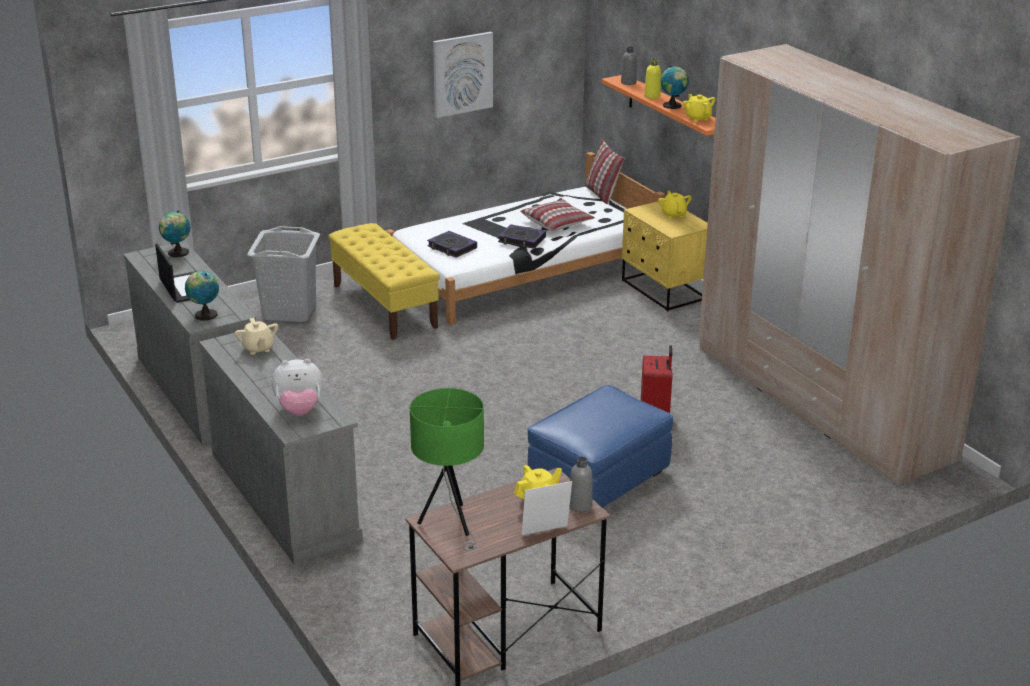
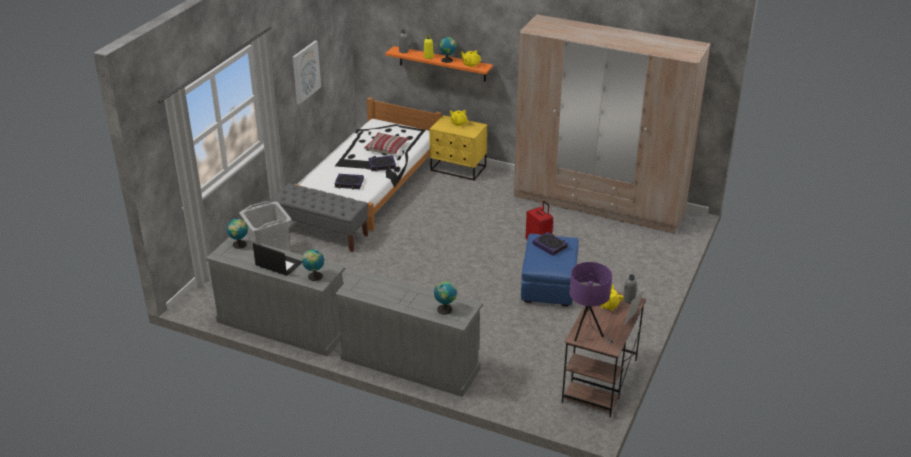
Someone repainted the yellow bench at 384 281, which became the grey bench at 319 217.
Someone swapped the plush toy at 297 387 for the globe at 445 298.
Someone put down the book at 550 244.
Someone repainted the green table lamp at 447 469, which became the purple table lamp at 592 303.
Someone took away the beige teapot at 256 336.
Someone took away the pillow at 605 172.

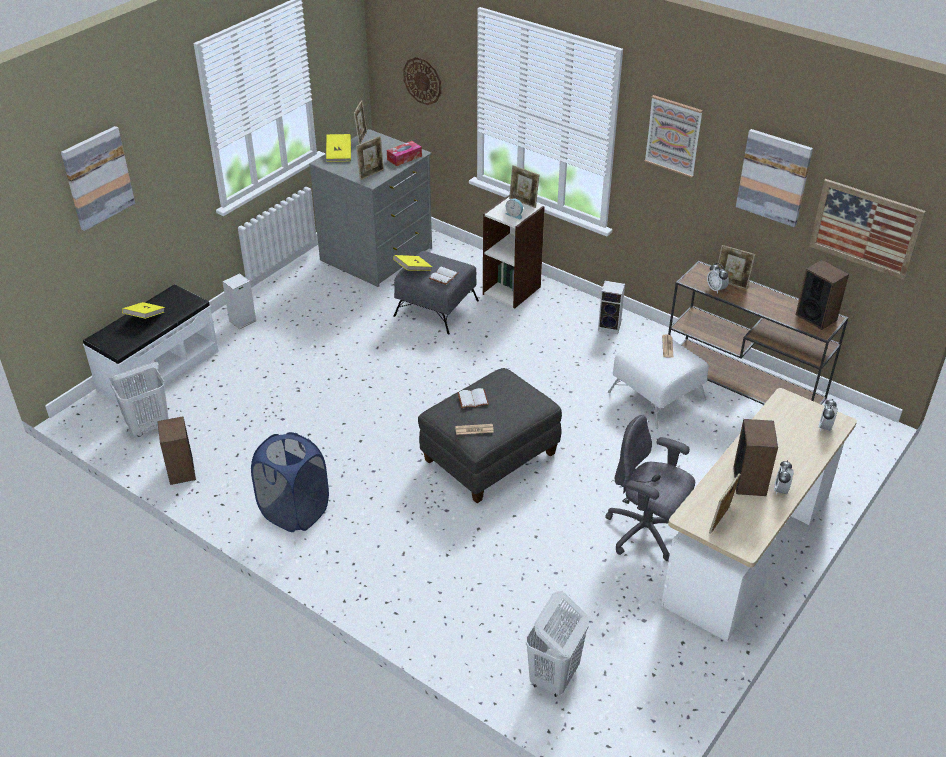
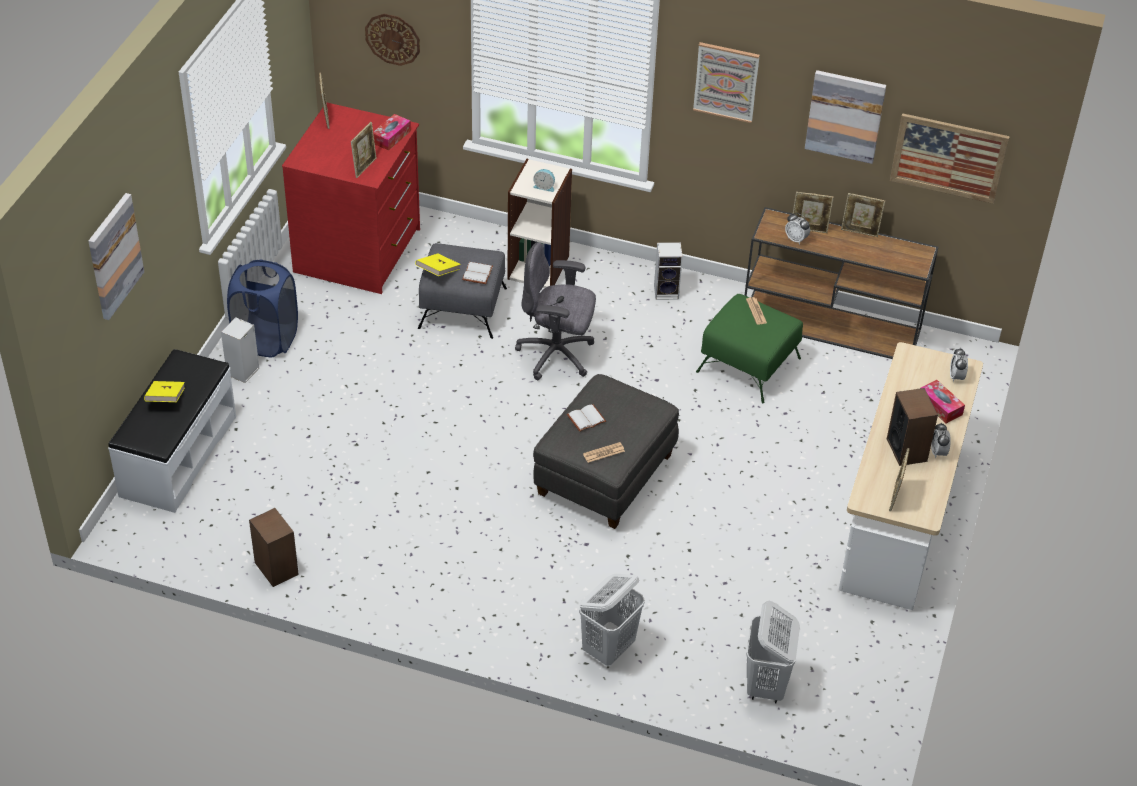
Someone carried the blue laundry basket from 290 482 to 262 308.
Someone repainted the grey dresser at 370 208, which became the red dresser at 351 198.
Someone carried the grey office chair from 650 488 to 555 311.
Someone carried the white laundry basket from 139 399 to 612 620.
Someone repainted the white ottoman at 658 380, which became the green ottoman at 749 348.
Someone carried the picture frame from 524 186 to 863 215.
Someone put down the tissue box at 943 401.
Someone took away the yellow book at 338 148.
Someone took away the speaker at 822 295.

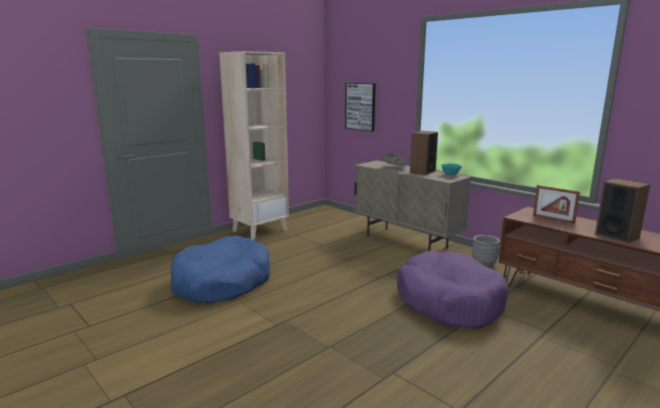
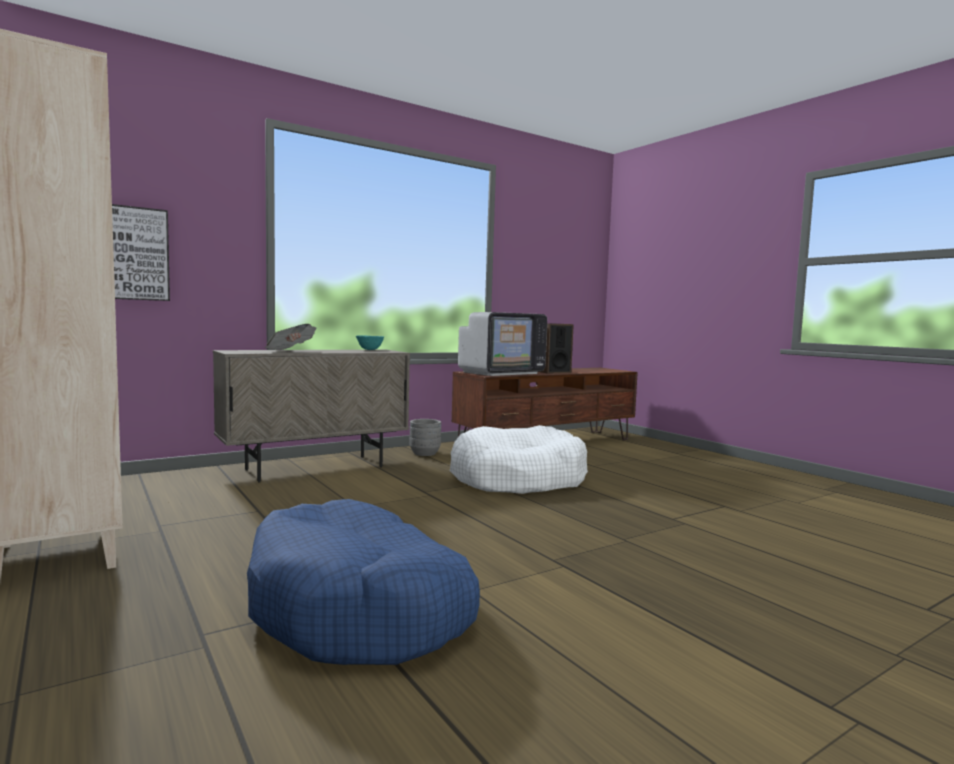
Someone repainted the purple dog bed at 453 290, which became the white dog bed at 519 459.
Someone swapped the picture frame at 556 204 for the television at 502 344.
Someone took away the speaker at 424 153.

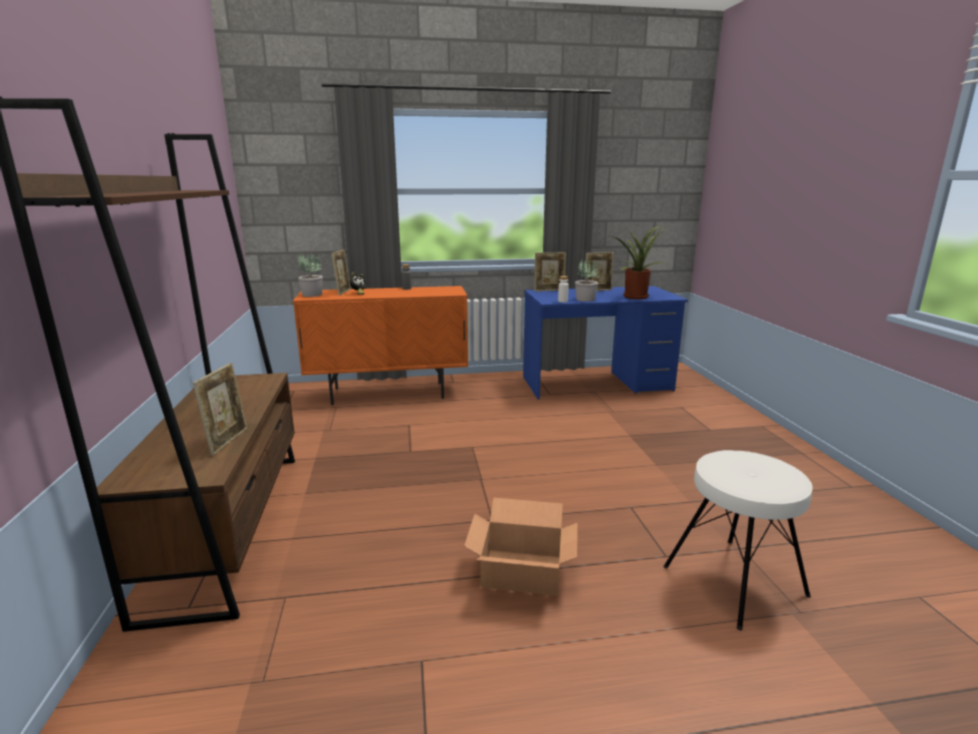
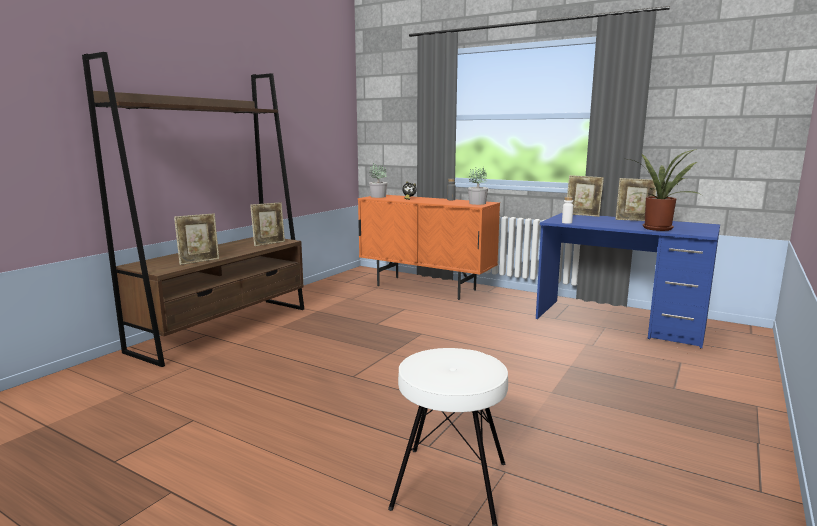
Someone carried the picture frame from 341 273 to 267 224.
Someone carried the potted plant from 586 279 to 478 186.
Someone took away the cardboard box at 521 547.

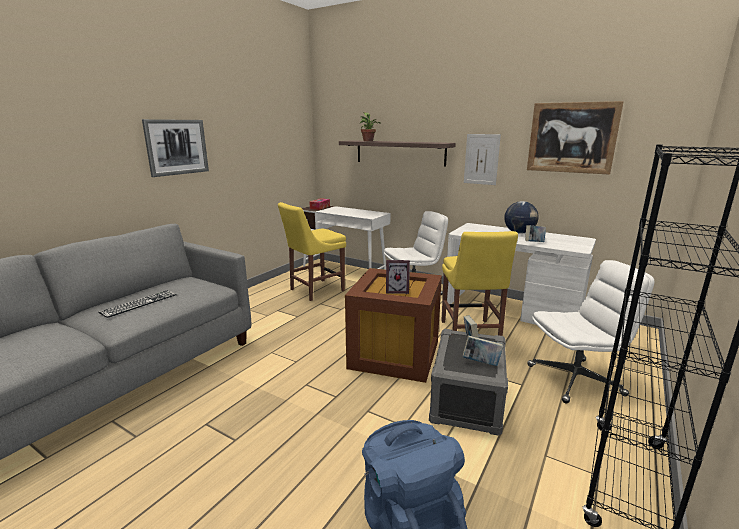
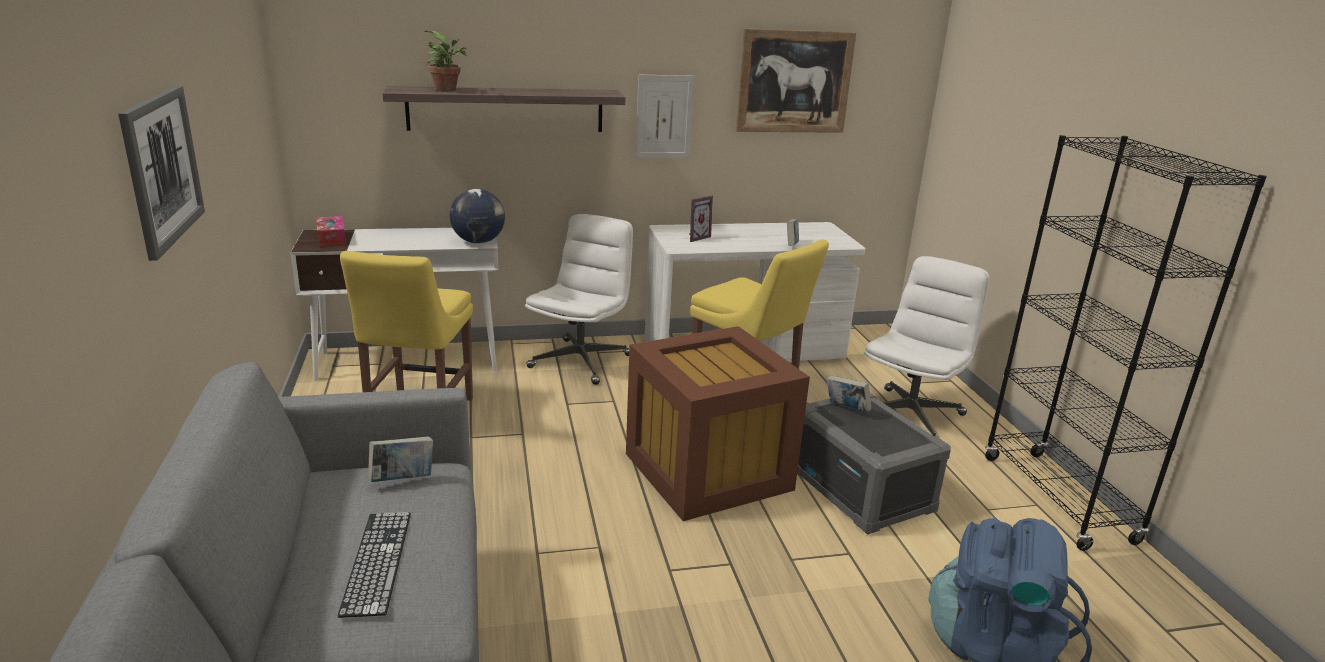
Someone carried the book from 483 350 to 400 459.
Someone carried the globe from 521 217 to 477 216.
Someone carried the picture frame from 398 277 to 701 218.

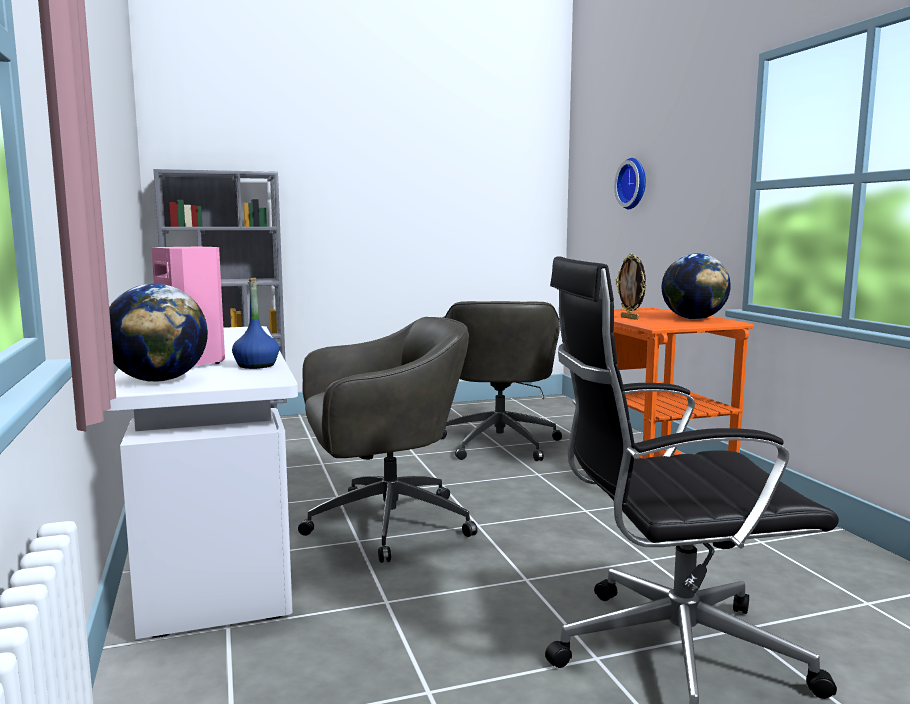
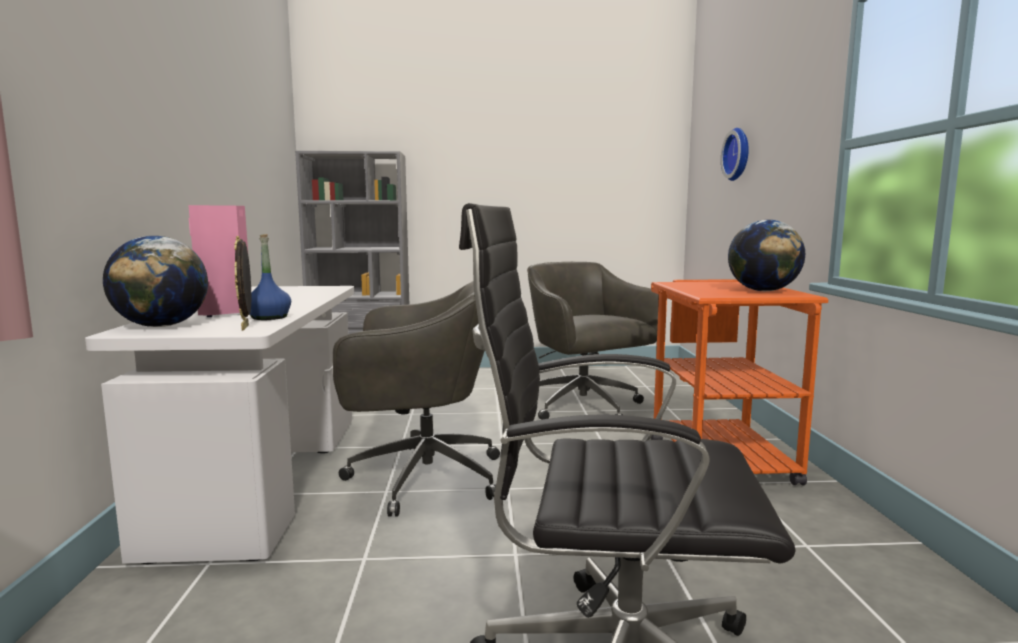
Someone carried the picture frame from 631 286 to 242 283.
Someone rotated the grey office chair at 501 381 by 135 degrees clockwise.

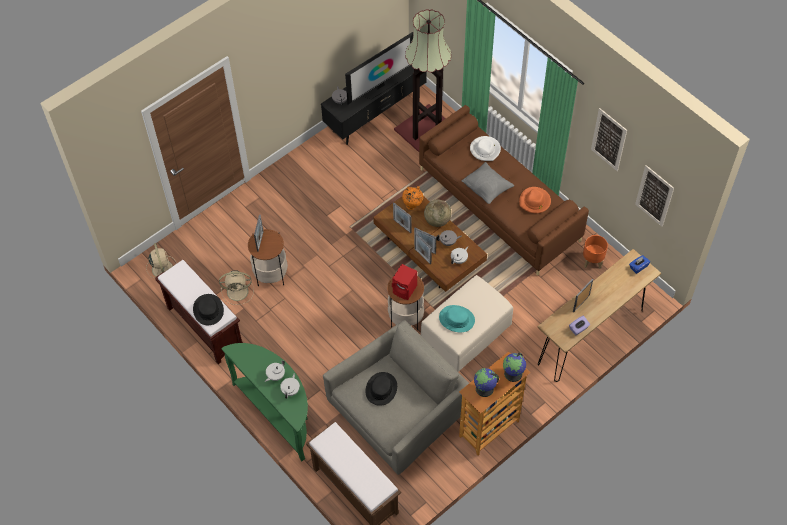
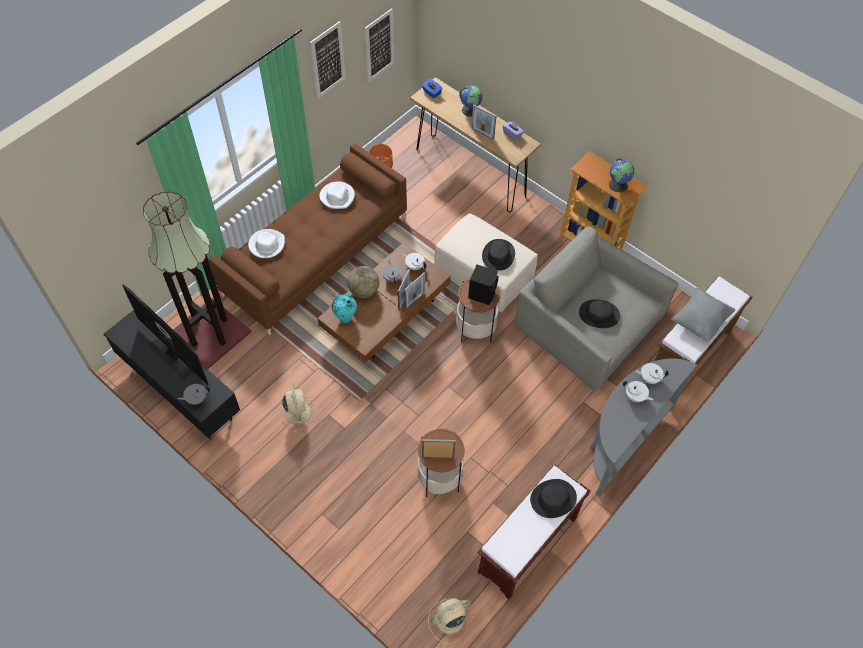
Someone carried the beige fan from 236 287 to 297 407.
Someone repainted the orange hat at 535 200, which became the white hat at 337 195.
Someone repainted the orange vase at 412 198, which became the turquoise vase at 344 308.
Someone carried the globe from 514 367 to 470 101.
Someone repainted the red speaker at 404 282, which became the black speaker at 483 285.
Someone repainted the turquoise hat at 457 318, which became the black hat at 498 255.
Someone repainted the green console table at 264 402, which became the grey console table at 643 427.
Someone carried the grey pillow from 487 183 to 703 314.
Someone took away the picture frame at 402 218.

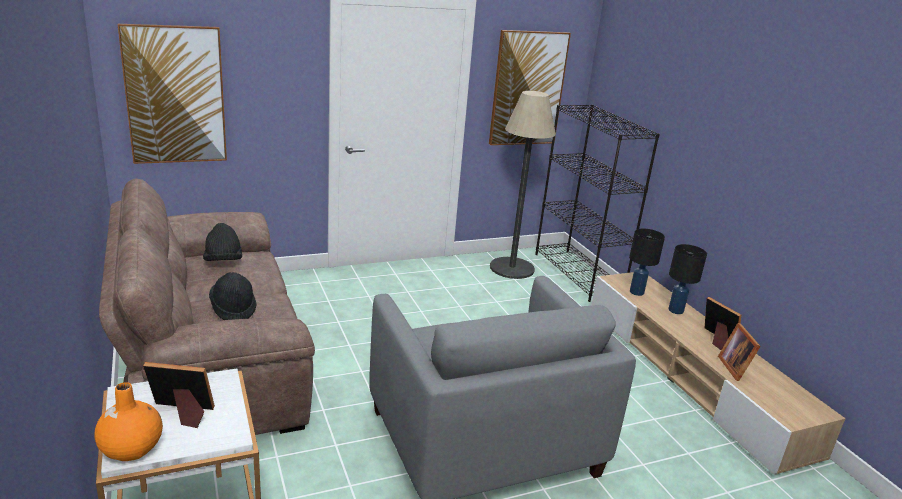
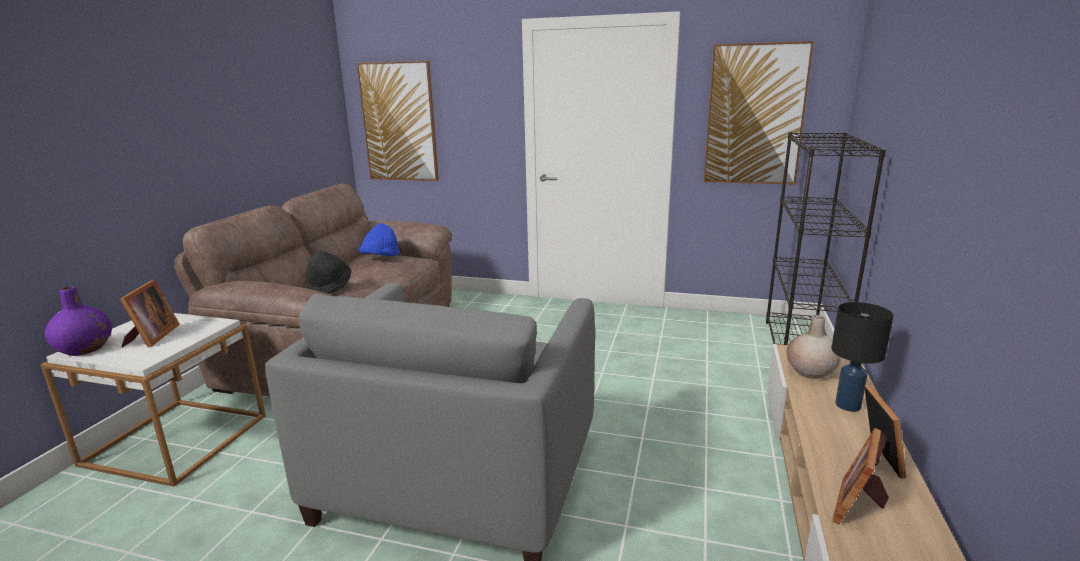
Someone repainted the orange vase at 128 421, which became the purple vase at 78 321.
Someone rotated the picture frame at 179 395 by 45 degrees clockwise.
Someone repainted the black hat at 222 242, which became the blue hat at 379 239.
Someone swapped the black table lamp at 647 262 for the beige vase at 814 347.
Someone took away the floor lamp at 523 185.

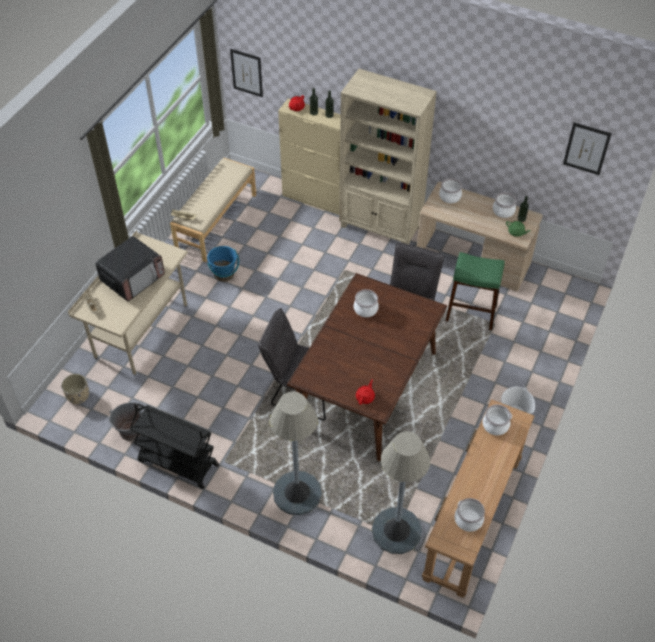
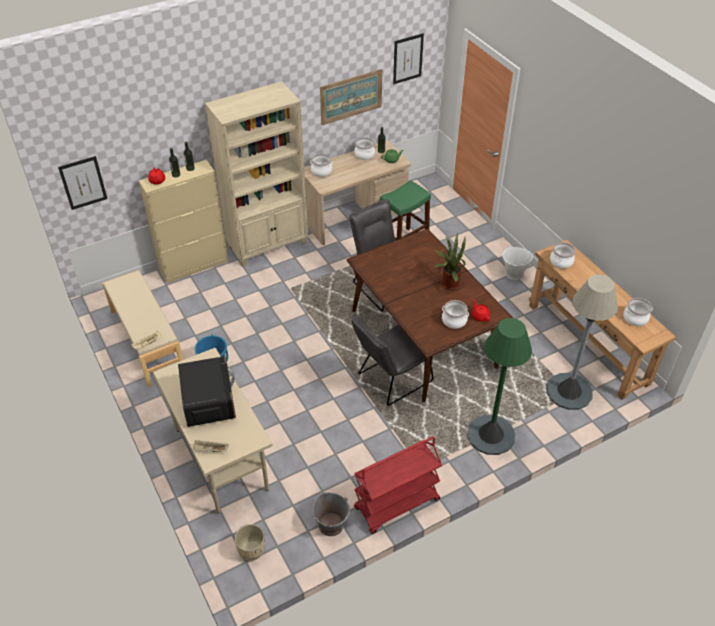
Someone put up the picture at 351 97.
Someone repainted the black cart at 174 446, which became the red cart at 398 485.
Someone put down the potted plant at 450 261.
Someone carried the cooking pot from 366 303 to 455 314.
Someone repainted the grey floor lamp at 296 453, which became the green floor lamp at 499 386.

